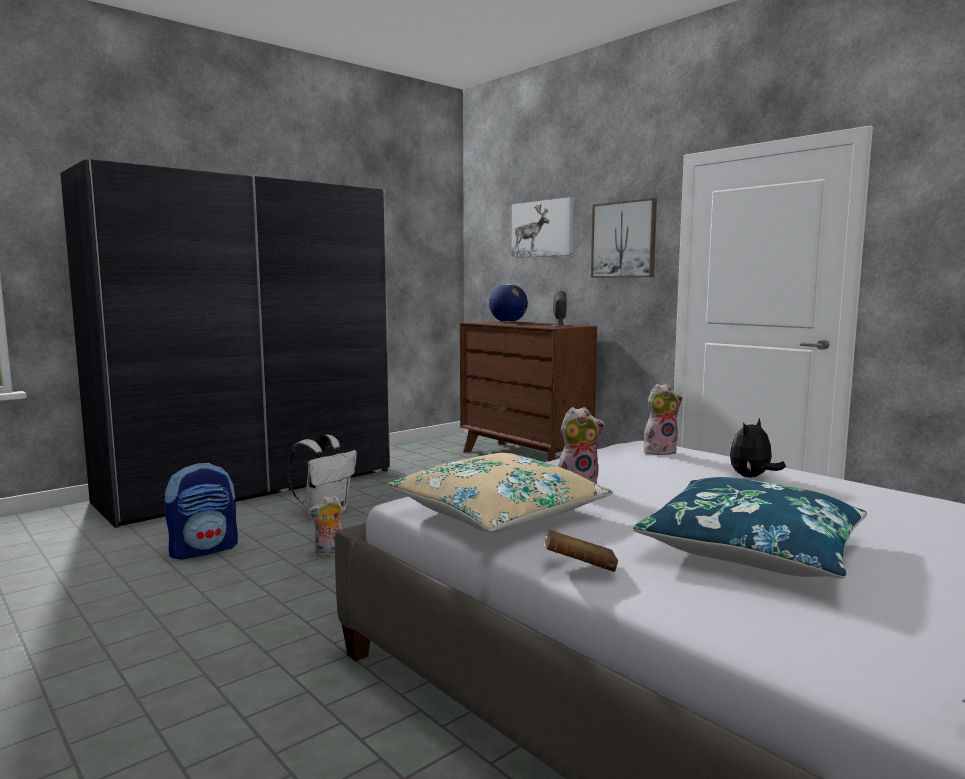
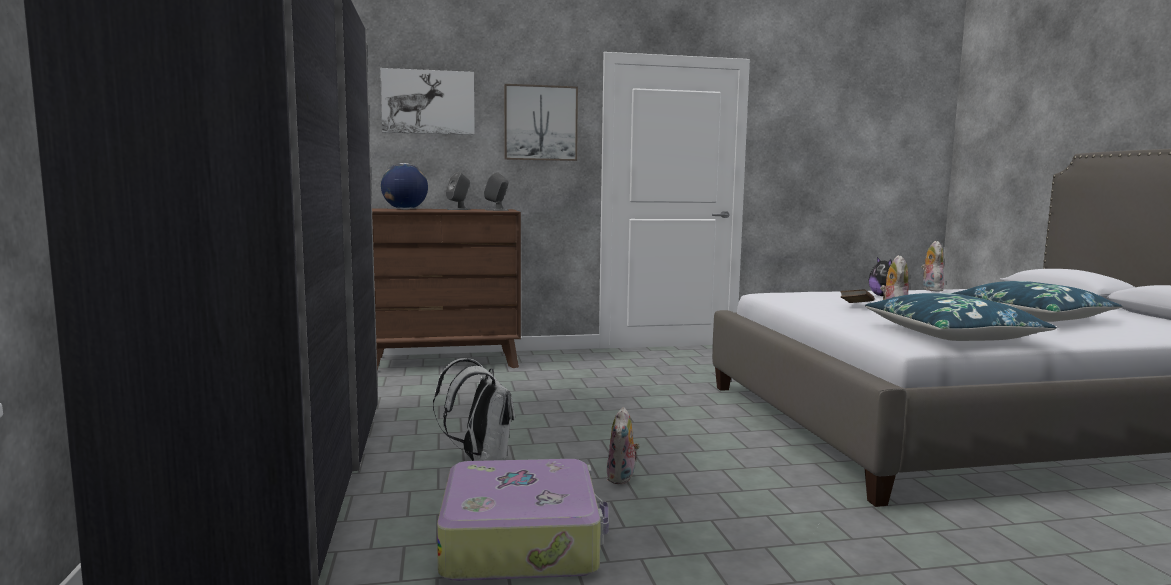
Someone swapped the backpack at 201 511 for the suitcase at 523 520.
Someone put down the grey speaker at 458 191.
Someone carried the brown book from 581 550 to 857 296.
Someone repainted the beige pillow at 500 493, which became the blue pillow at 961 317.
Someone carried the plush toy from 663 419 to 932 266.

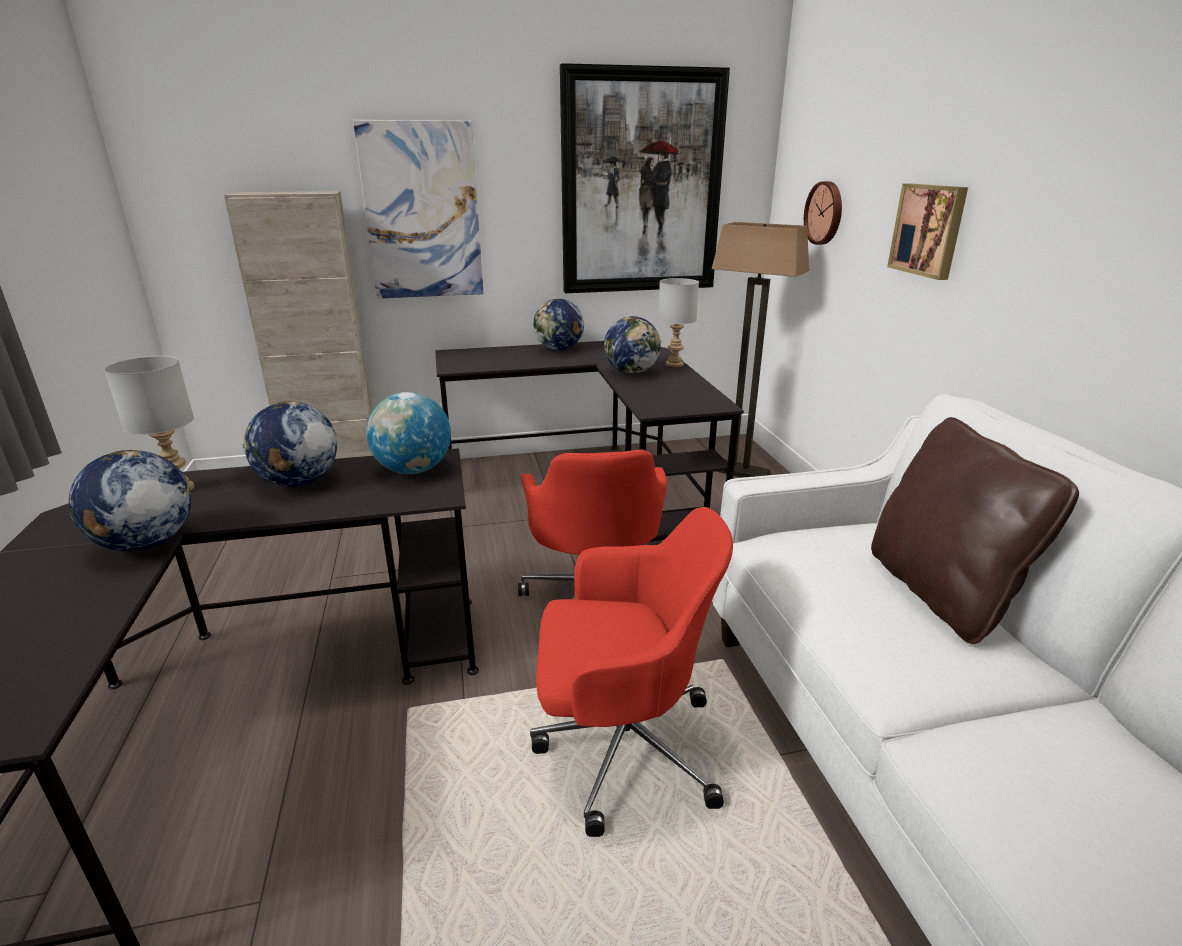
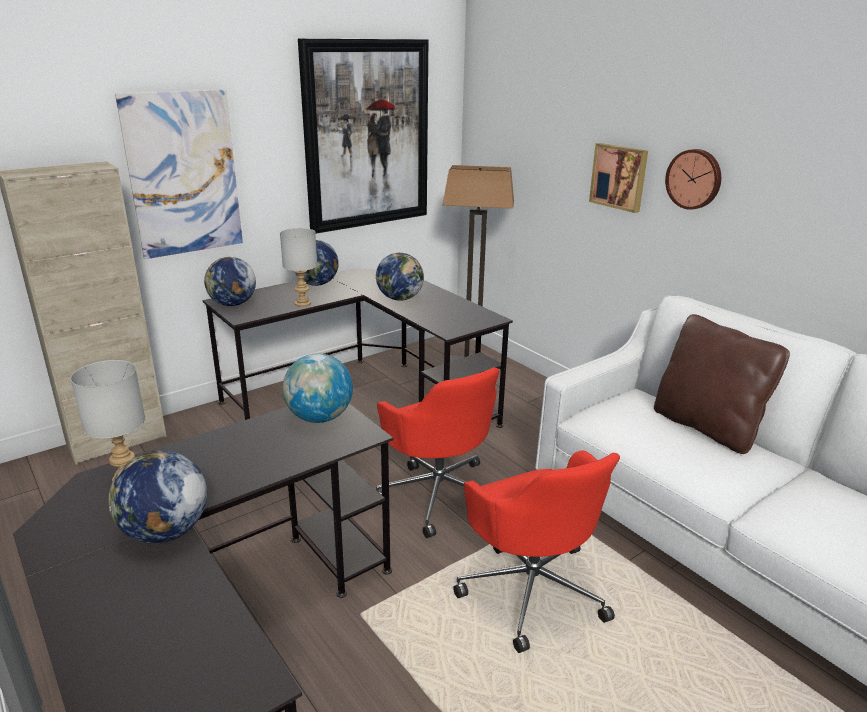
Someone carried the globe from 290 444 to 230 281.
Someone carried the grey table lamp from 678 322 to 298 267.
Someone rotated the red office chair at 631 672 by 90 degrees clockwise.
Someone carried the wall clock from 823 213 to 693 179.

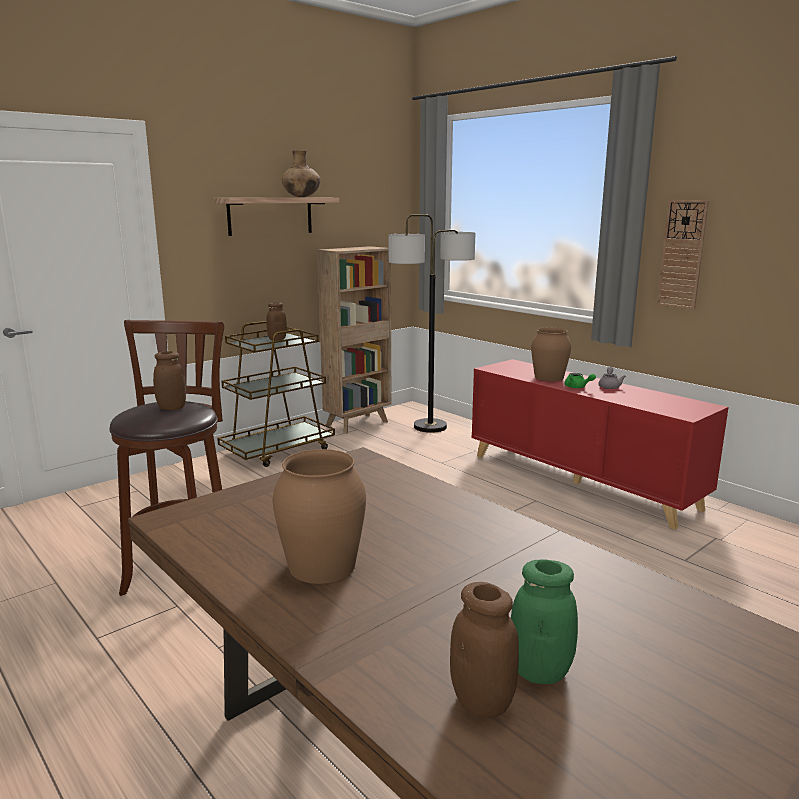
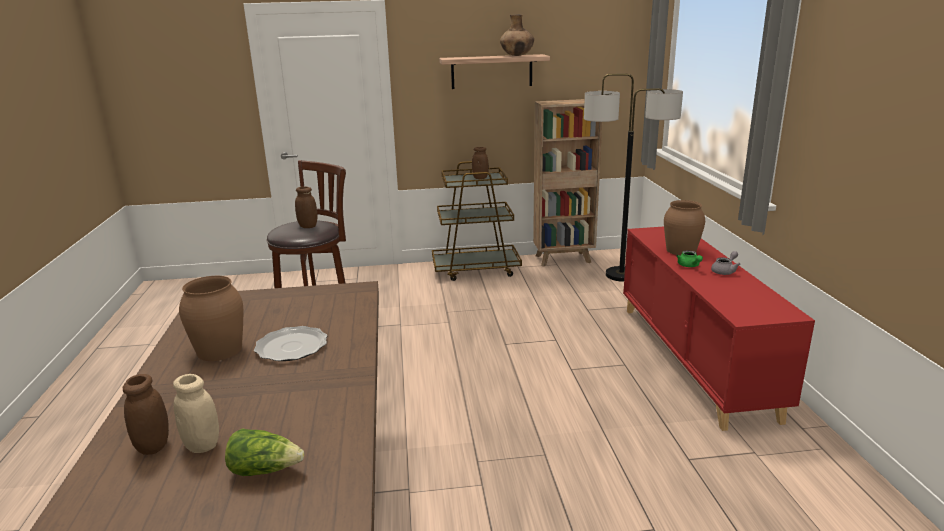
Someone repainted the green jar at 544 621, which became the beige jar at 196 413.
Someone put down the lettuce at 264 452.
Someone put down the plate at 290 343.
Someone took away the wall clock at 683 255.

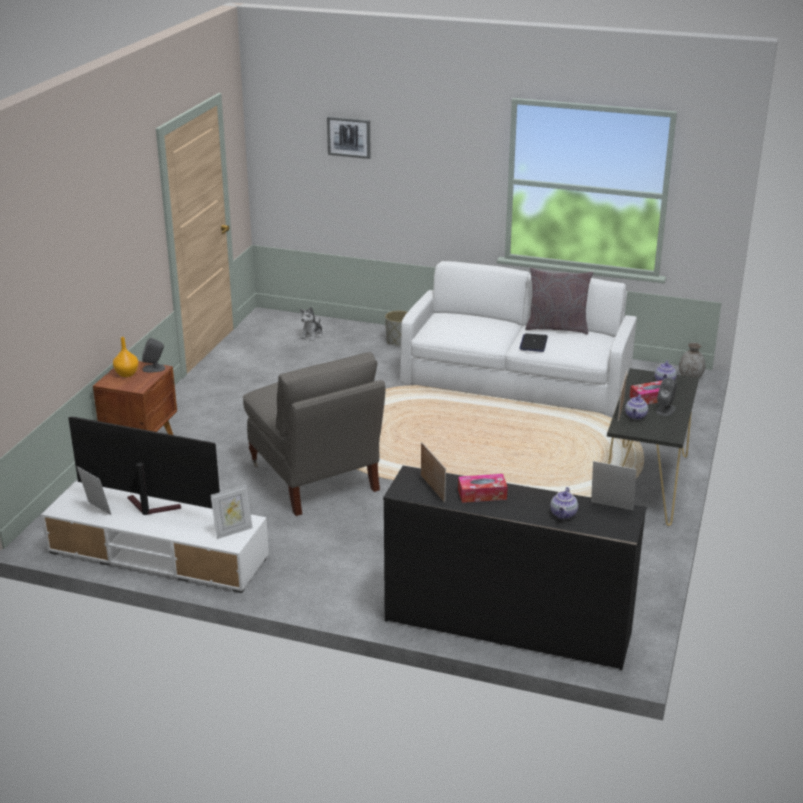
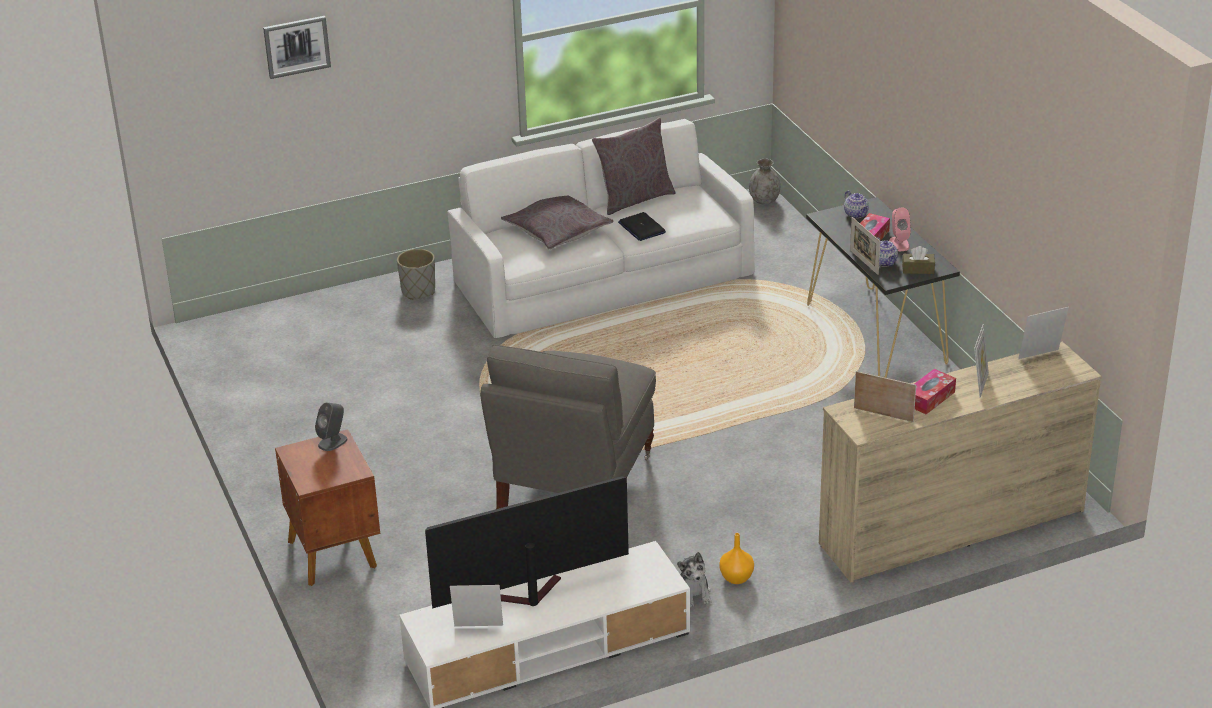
Someone rotated the grey armchair at 314 434 by 90 degrees clockwise.
Someone put down the grey pillow at 557 223.
Someone carried the plush toy from 311 324 to 694 579.
Someone carried the orange vase from 126 357 to 736 558.
Someone repainted the black dresser at 515 568, which became the beige dresser at 960 461.
Someone repainted the grey speaker at 666 397, which became the pink speaker at 900 229.
Someone put down the brown tissue box at 918 260.
Someone carried the picture frame from 231 512 to 981 360.
Someone took away the teapot at 564 503.

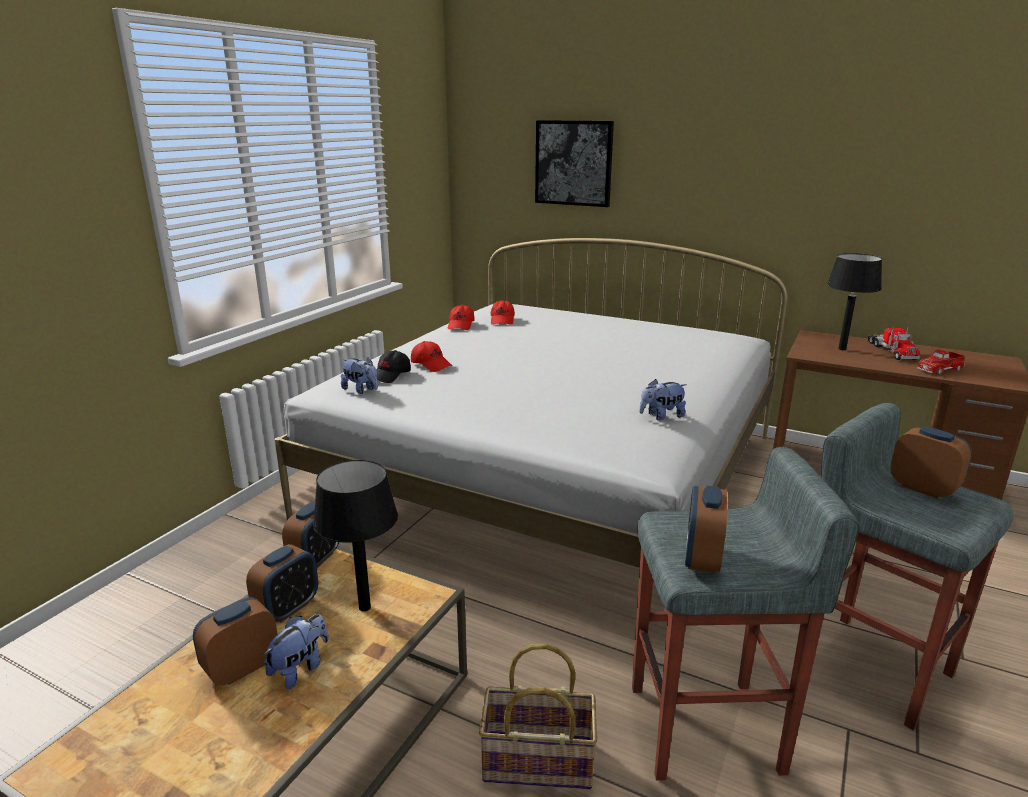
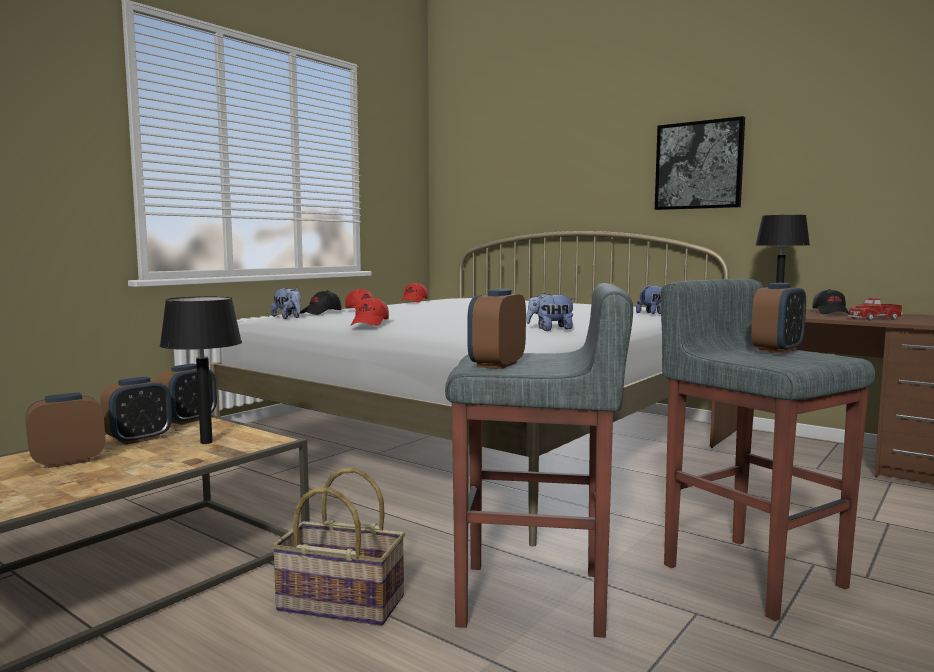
Someone carried the red cap from 503 312 to 370 311.
Someone carried the plush toy from 296 651 to 650 299.
Someone carried the picture from 574 163 to 700 163.
Someone rotated the alarm clock at 931 462 by 75 degrees clockwise.
Someone swapped the toy truck at 894 343 for the black cap at 830 301.

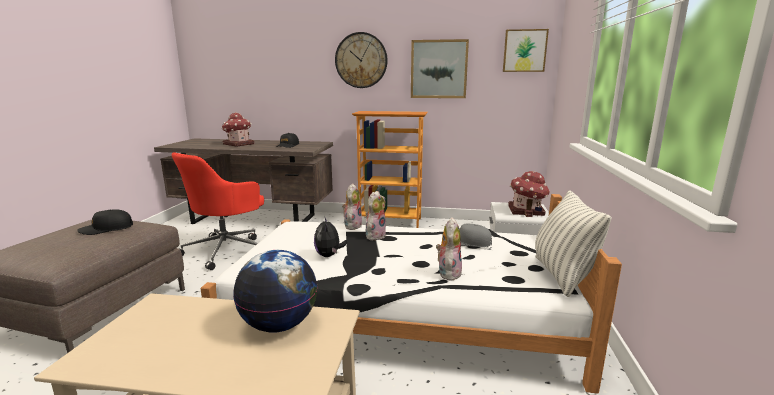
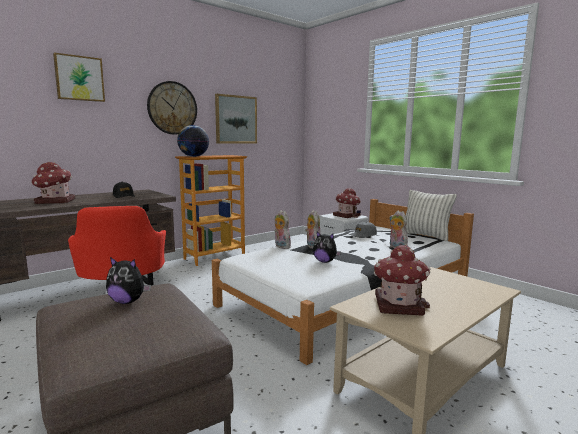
Someone carried the picture from 526 50 to 79 77.
Someone swapped the black cap at 105 222 for the plush toy at 128 280.
Someone carried the globe from 275 291 to 193 141.
Someone put down the toy house at 402 280.

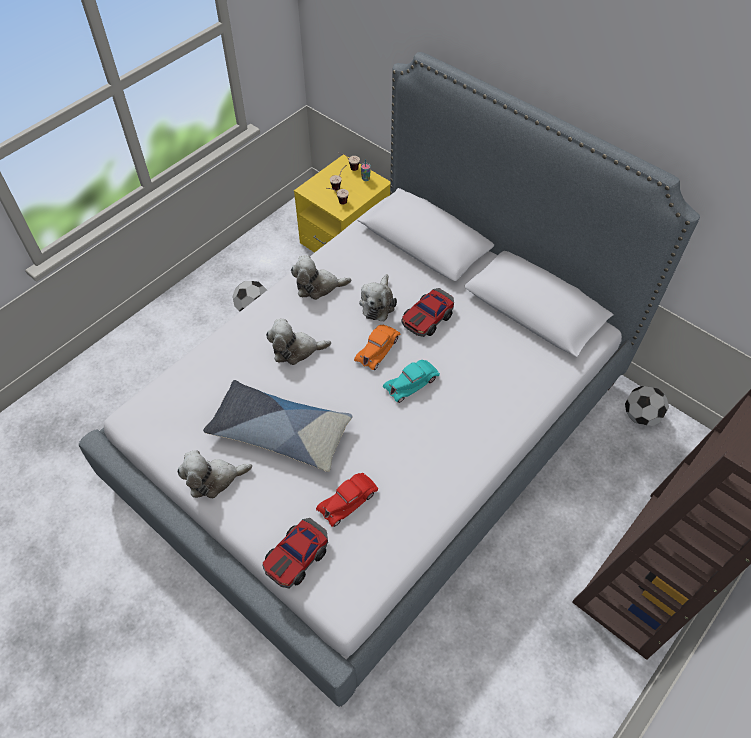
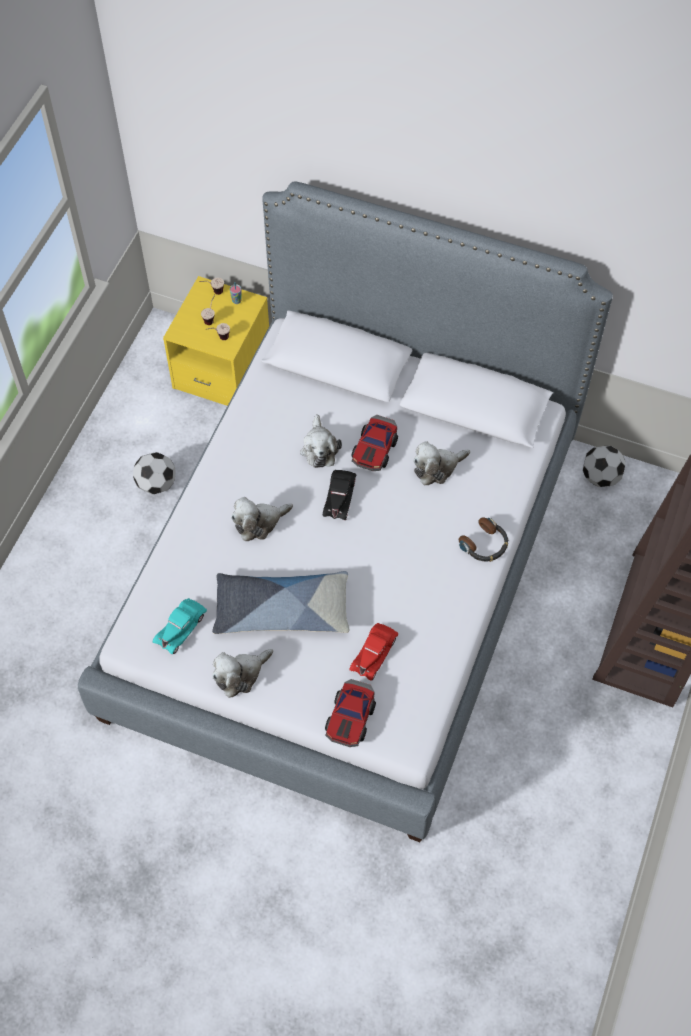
Someone carried the turquoise toy car from 411 381 to 180 626.
Someone repainted the orange toy car at 377 347, which became the black toy car at 339 495.
Someone carried the plush toy from 321 277 to 441 463.
Someone put down the headphones at 483 539.

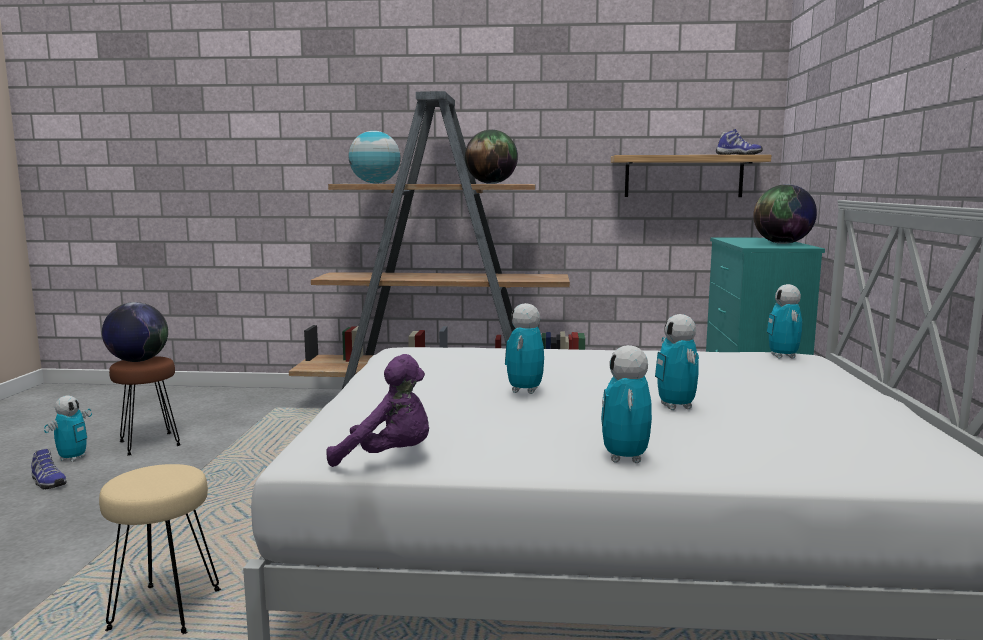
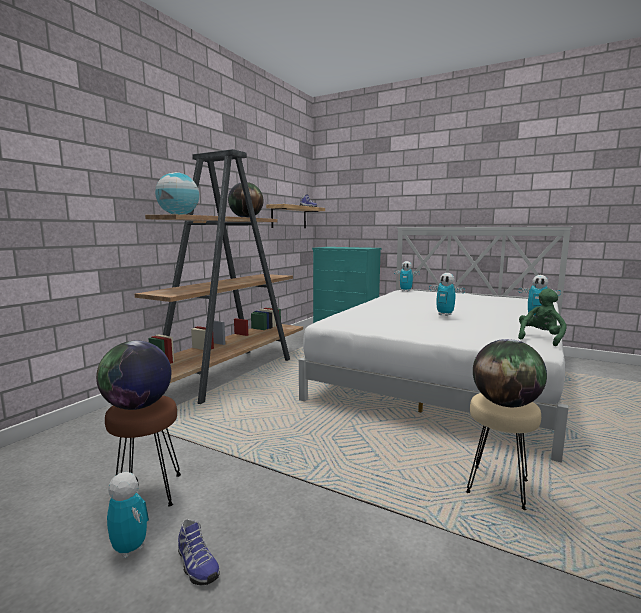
Someone rotated the shoe at 49 469 by 75 degrees clockwise.
Someone carried the globe from 785 214 to 510 373.
Someone repainted the purple plush toy at 377 410, which became the green plush toy at 542 317.
Someone took away the toy robot at 677 362.

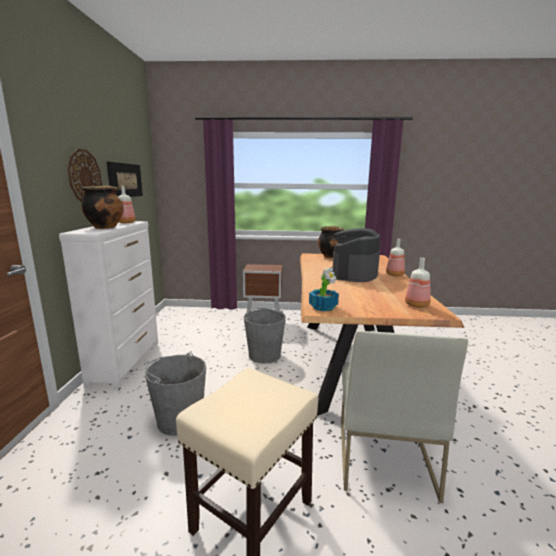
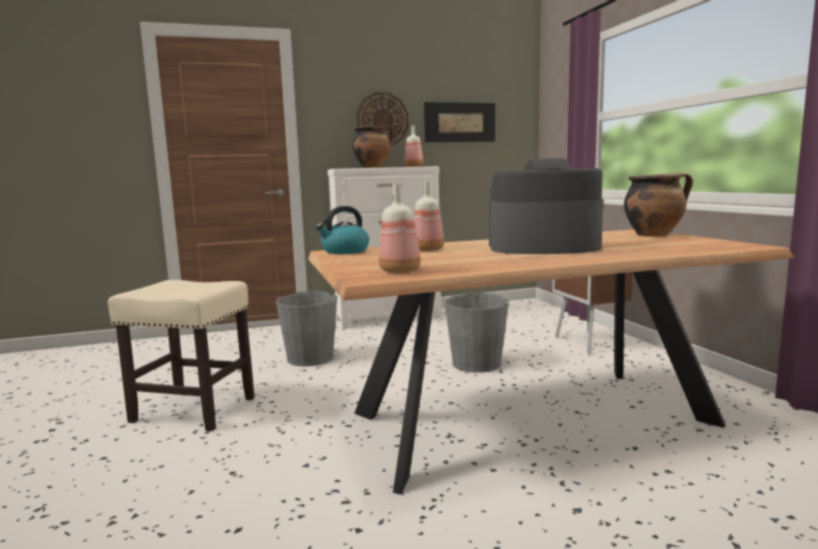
Someone swapped the potted plant at 324 289 for the kettle at 342 230.
Someone carried the bottle from 395 257 to 429 216.
Someone took away the white chair at 404 416.

